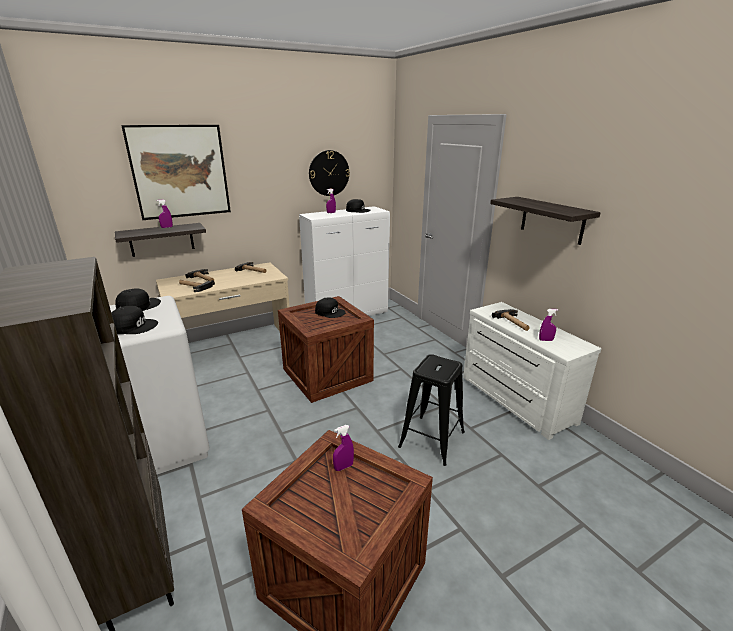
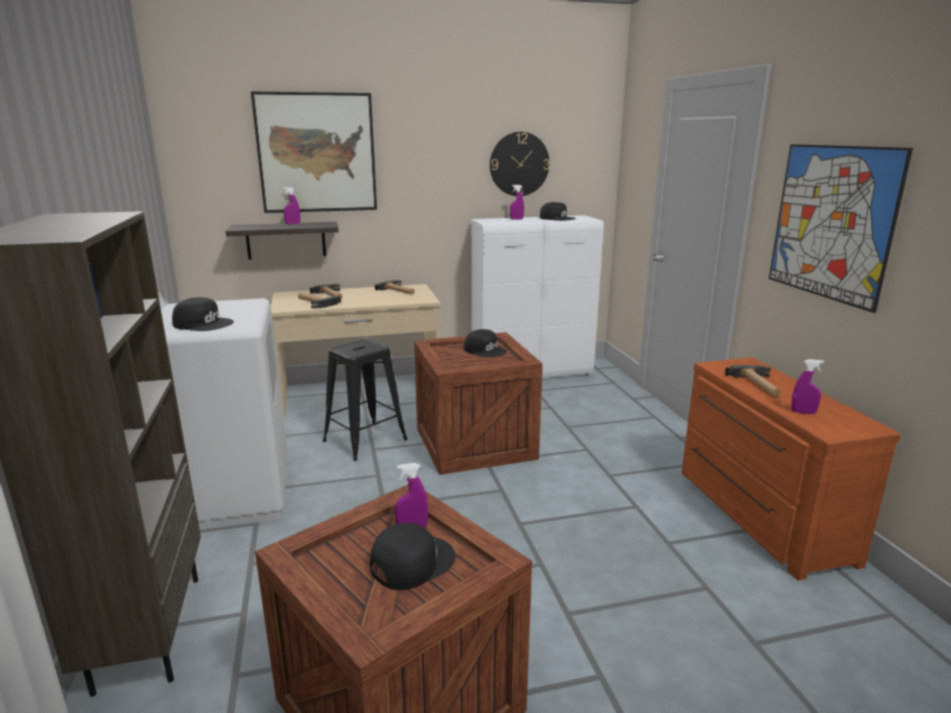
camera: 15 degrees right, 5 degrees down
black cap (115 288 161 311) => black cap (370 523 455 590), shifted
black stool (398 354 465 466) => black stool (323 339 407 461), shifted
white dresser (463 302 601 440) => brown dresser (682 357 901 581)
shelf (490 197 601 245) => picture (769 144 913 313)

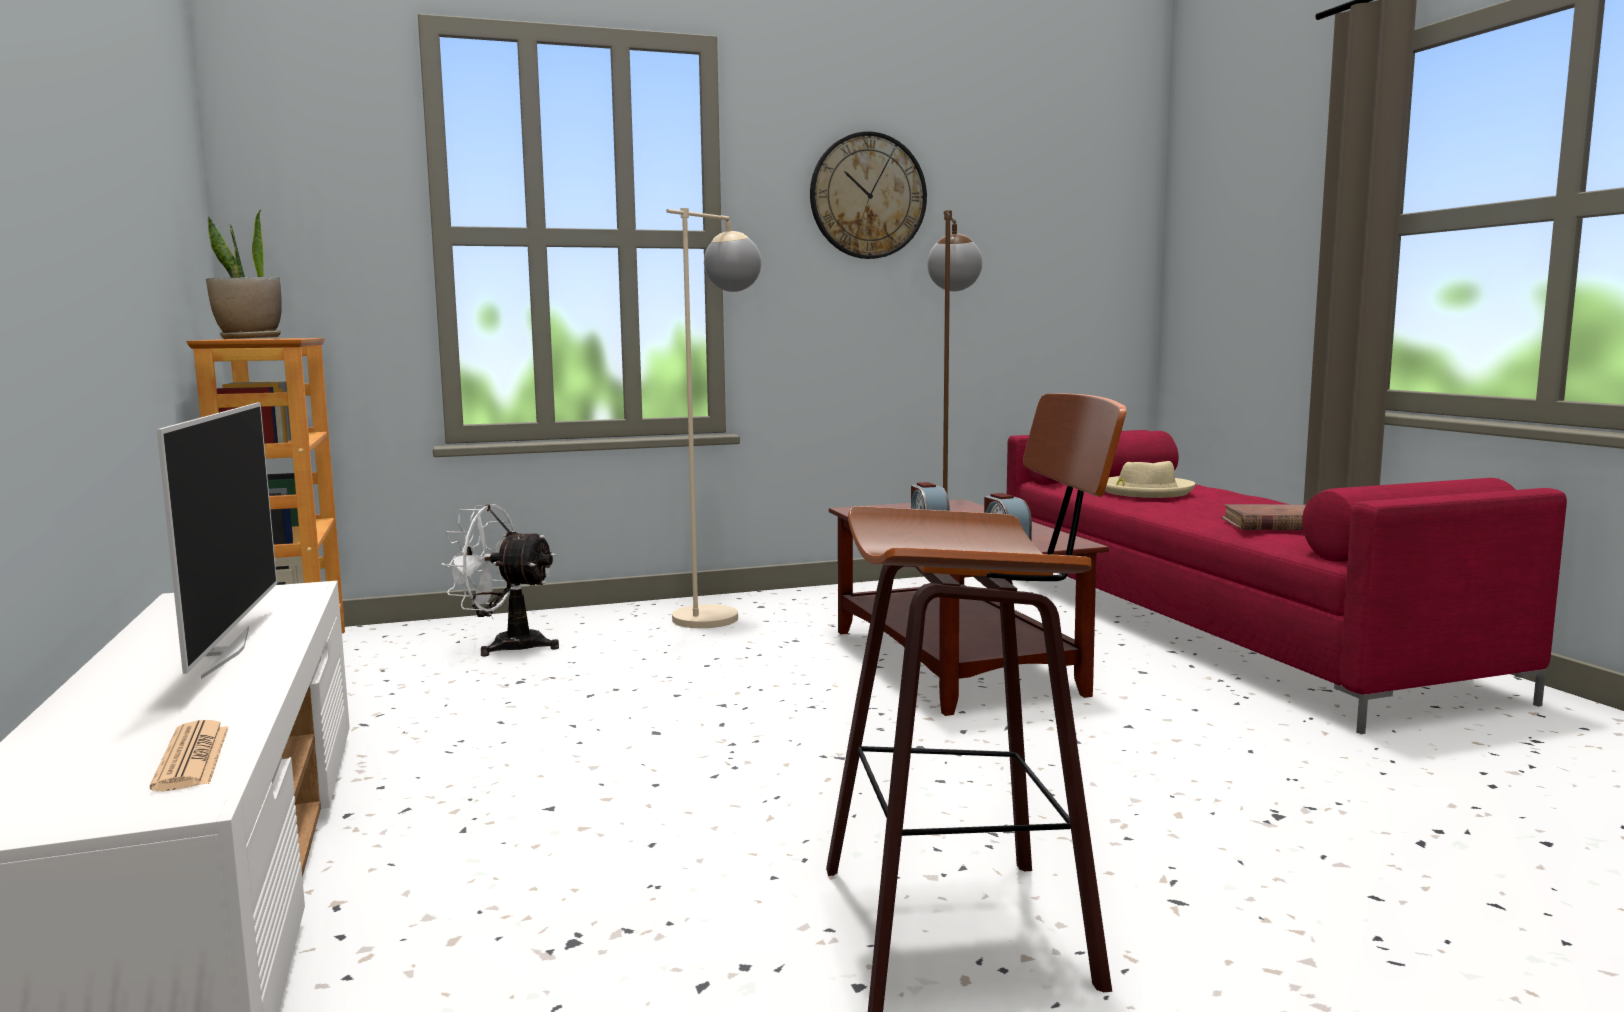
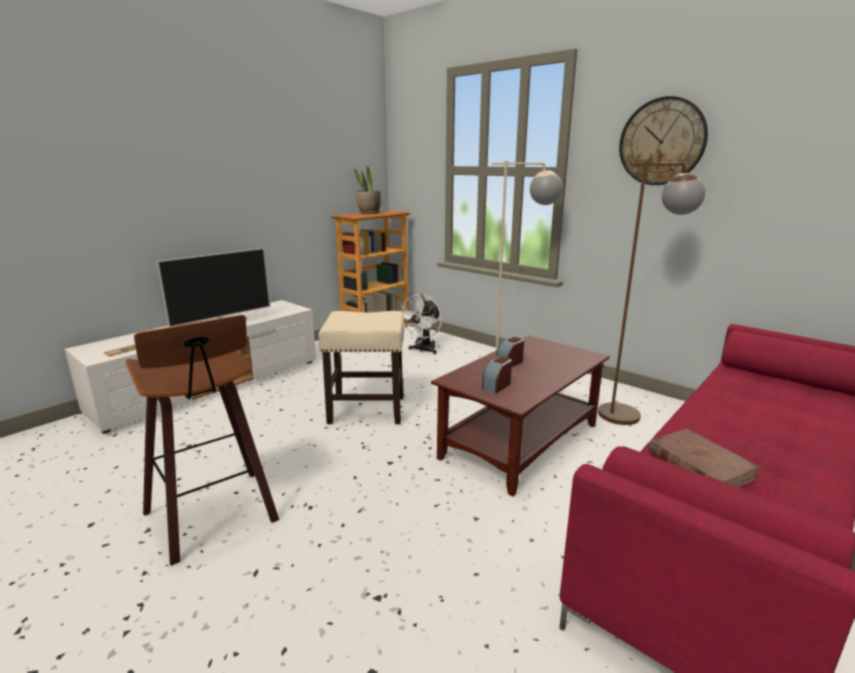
camera: 60 degrees right, 10 degrees up
white fan (441 504 559 656) => white fan (400 294 442 354), 135 degrees counterclockwise
beige hat (1105 461 1195 498) => nothing
nothing => beige stool (318 311 404 424)

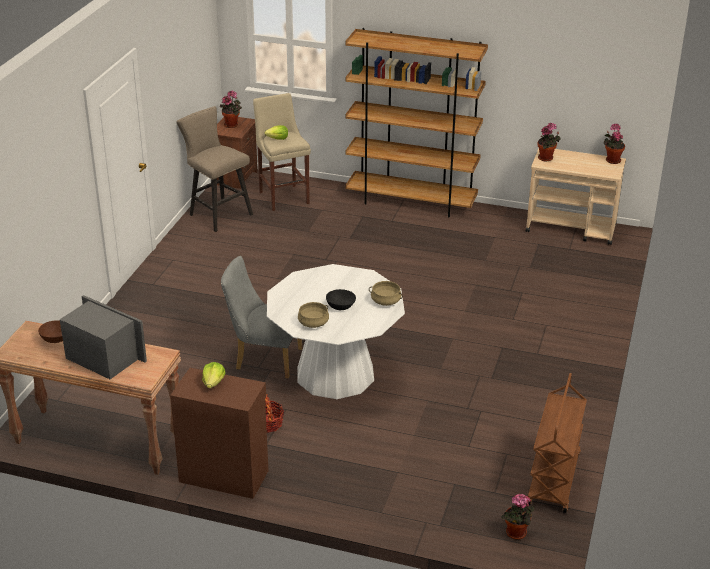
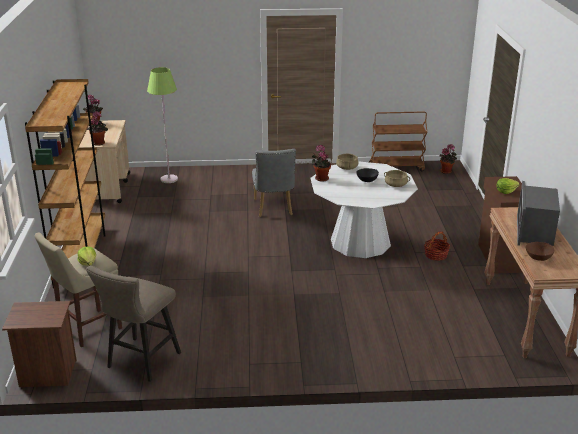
camera: 110 degrees left, 5 degrees down
potted plant (220 90 242 128) => potted plant (312 145 331 182), shifted
grey chair (221 256 302 379) => grey chair (252 149 296 217), shifted
nothing => green floor lamp (147 67 178 183)

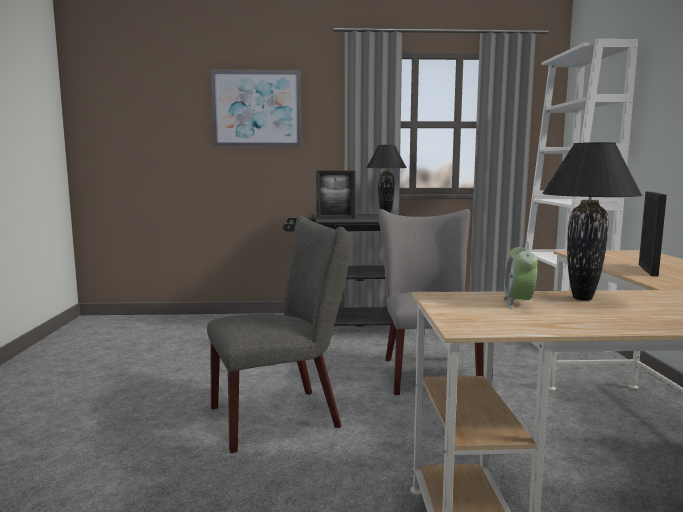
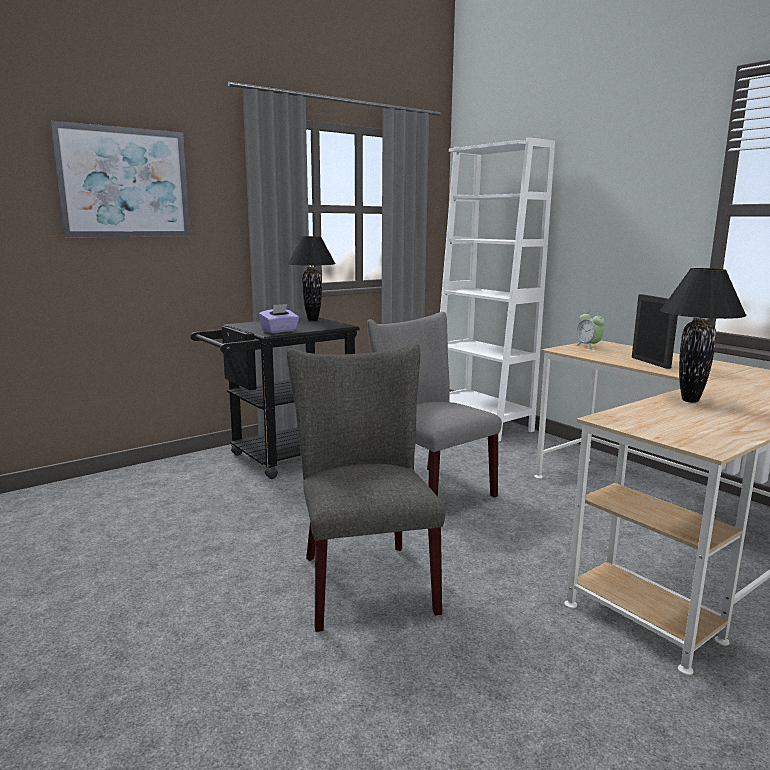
camera: 35 degrees left, 5 degrees up
grey chair (207 216 352 453) => grey chair (287 344 446 632), 45 degrees counterclockwise
picture frame (316 170 355 219) => purple tissue box (259 304 299 333)
alarm clock (503 241 538 309) => alarm clock (576 310 605 349), shifted

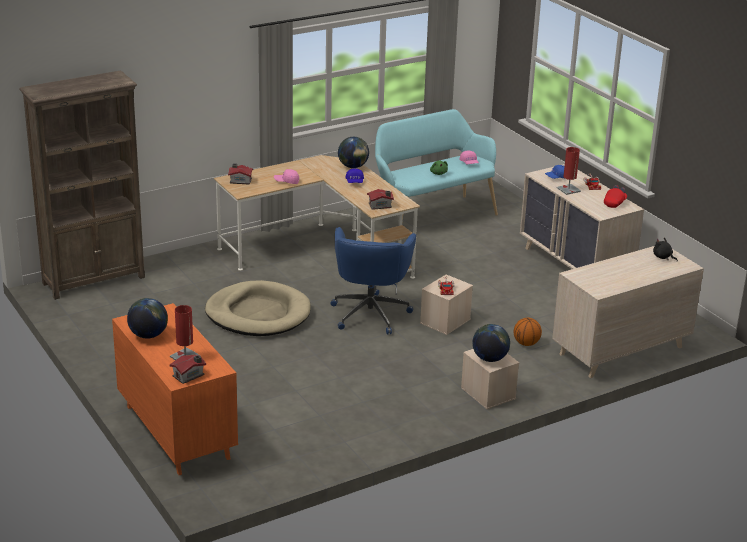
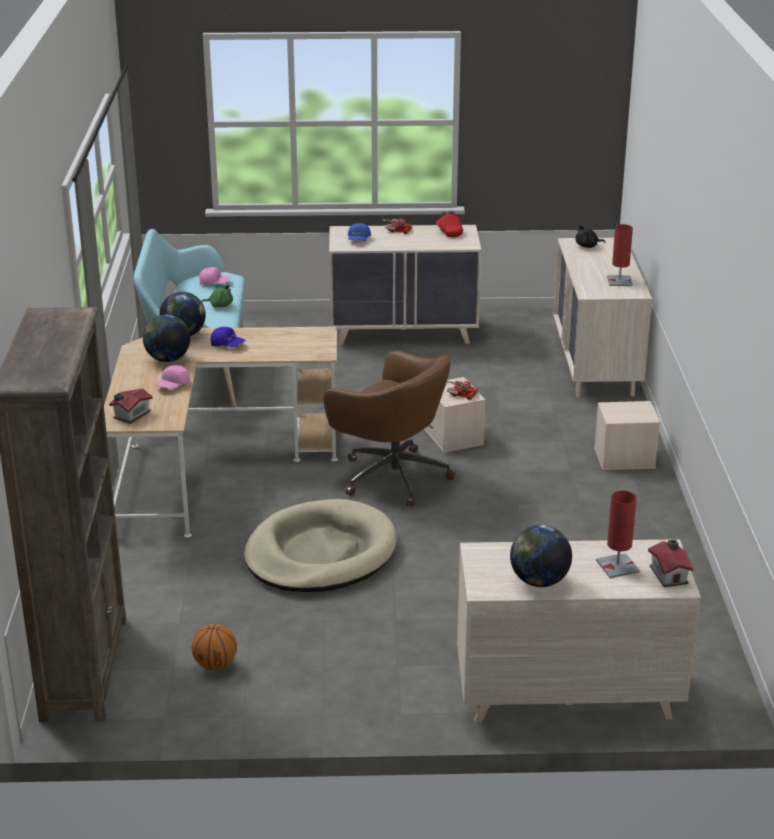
camera: 60 degrees left, 0 degrees up
orange dresser (112 303 238 475) => beige dresser (457 539 701 723)
blue office chair (330 227 416 334) => brown office chair (324 350 455 507)
toy house (367 189 394 210) => nothing
globe (472 324 510 362) => globe (143 314 190 362), shifted
basketball (514 318 542 346) => basketball (192 624 237 670), shifted
red table lamp (557 147 581 195) => red table lamp (607 224 633 286), shifted

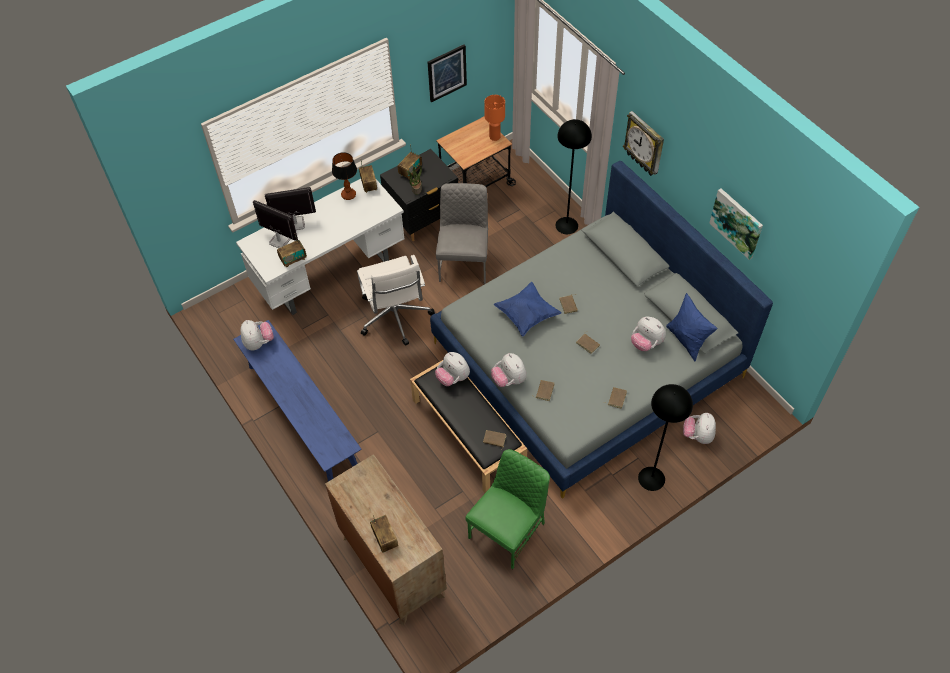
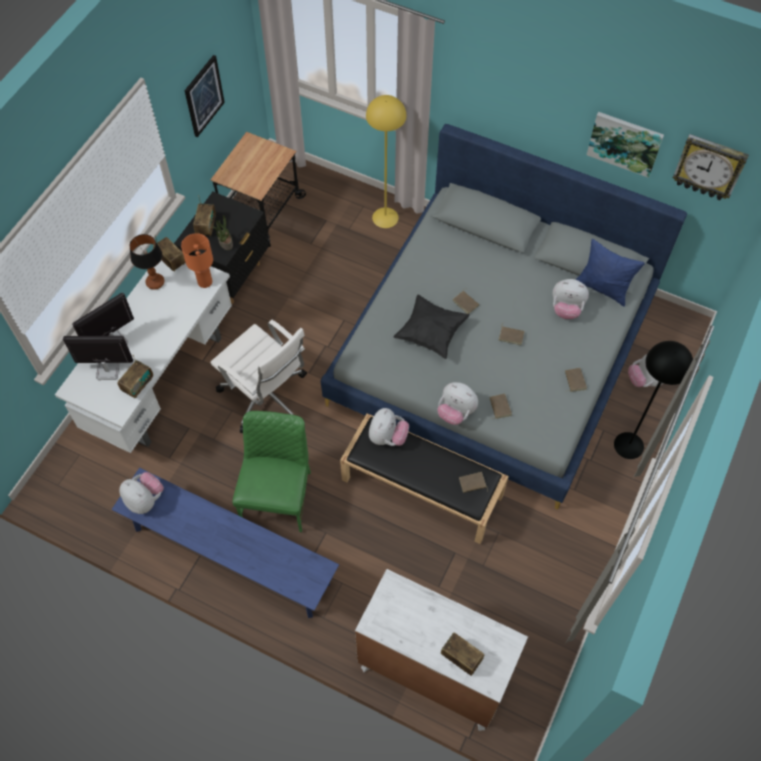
camera: 30 degrees left, 5 degrees up
brown dresser (325 454 447 625) => white dresser (355 569 528 731)
plush toy (435 352 470 386) => plush toy (369 408 409 446), 90 degrees counterclockwise
grey chair (436 183 488 284) => nothing
green chair (465 449 550 569) => green chair (232 411 311 532), shifted
orange table lamp (484 95 505 141) => orange table lamp (181 233 213 288), shifted
blue pillow (493 282 562 337) => black pillow (394 295 470 359)
black floor lamp (555 119 592 234) => yellow floor lamp (366 95 406 228)
wall clock (623 111 664 176) => wall clock (673 134 749 200), shifted

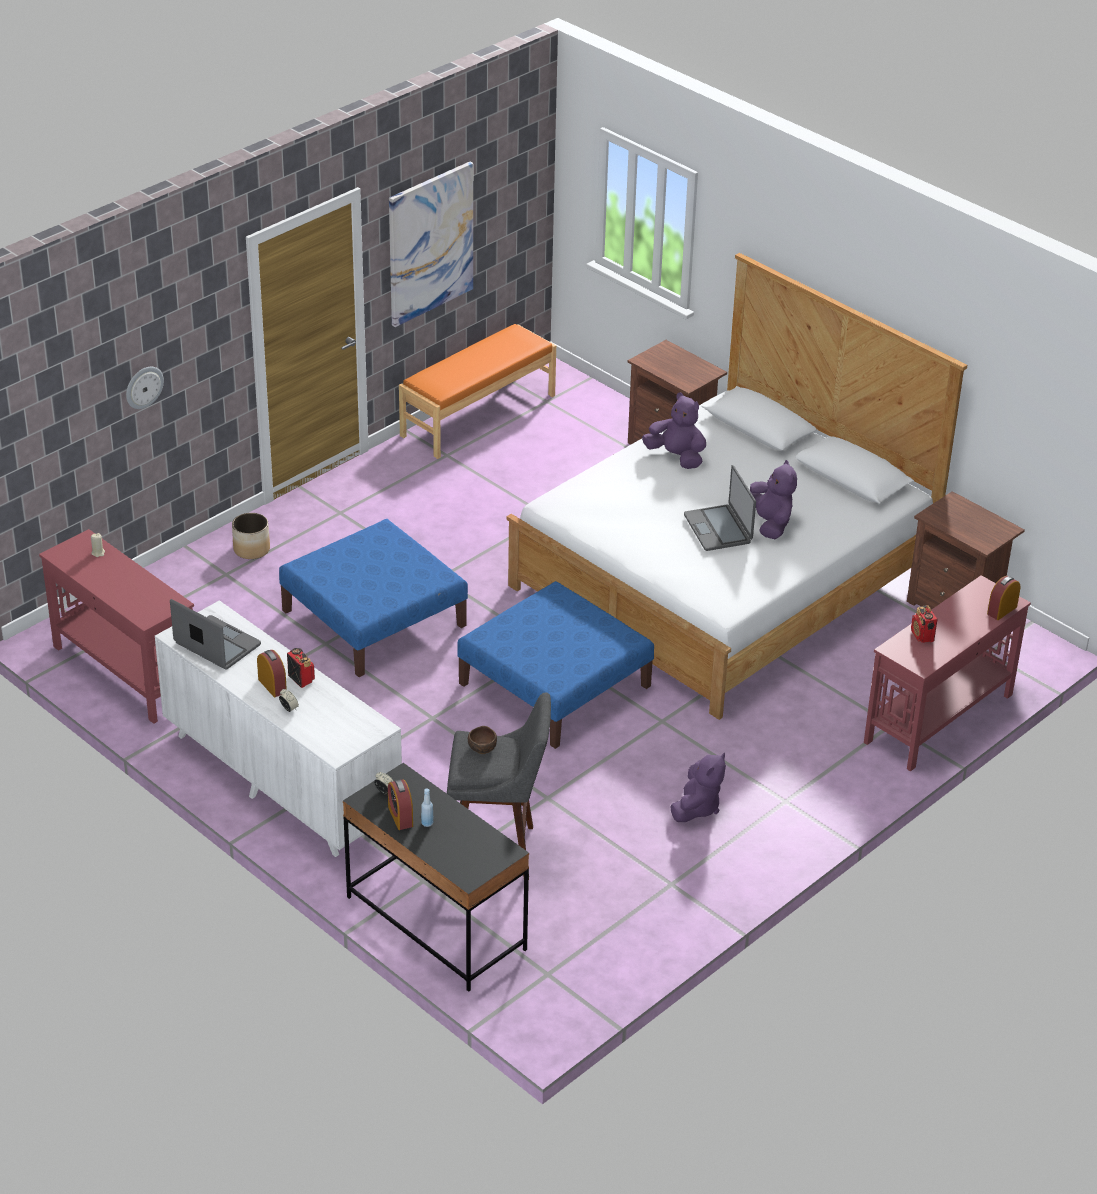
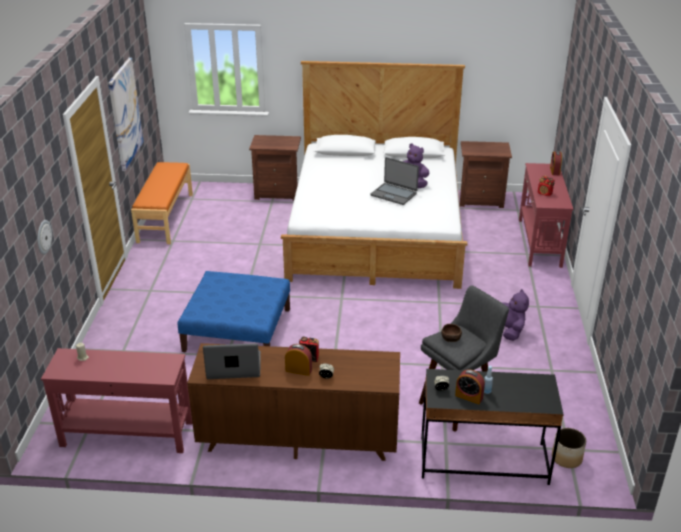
camera: 40 degrees left, 5 degrees down
white dresser (155 600 402 857) => brown dresser (187 343 400 461)
planter (232 513 270 559) => planter (552 428 586 468), shifted
blue ottoman (457 581 654 749) => nothing
purple plush toy (642 392 706 469) => nothing

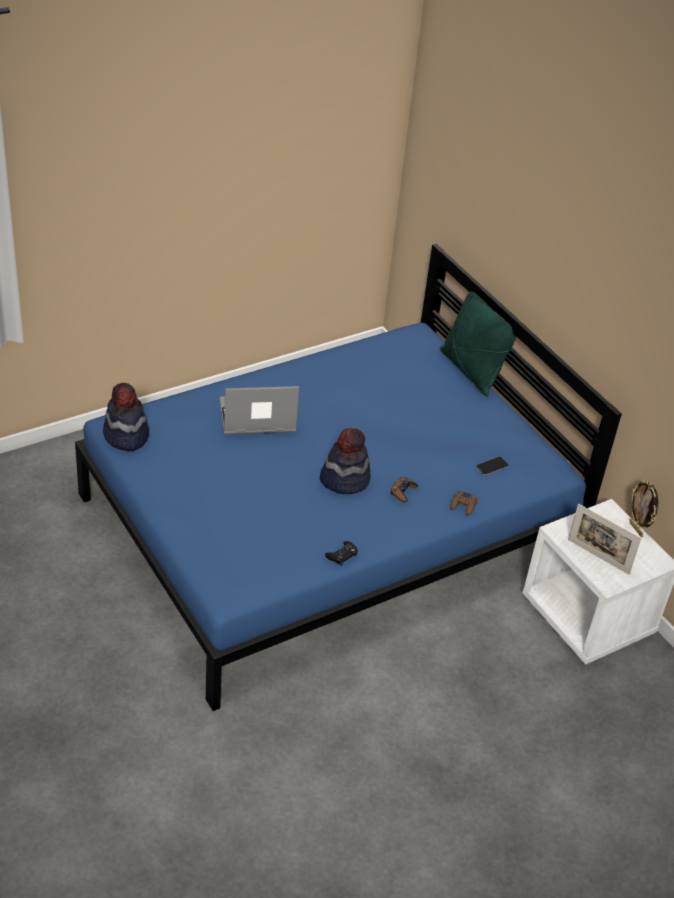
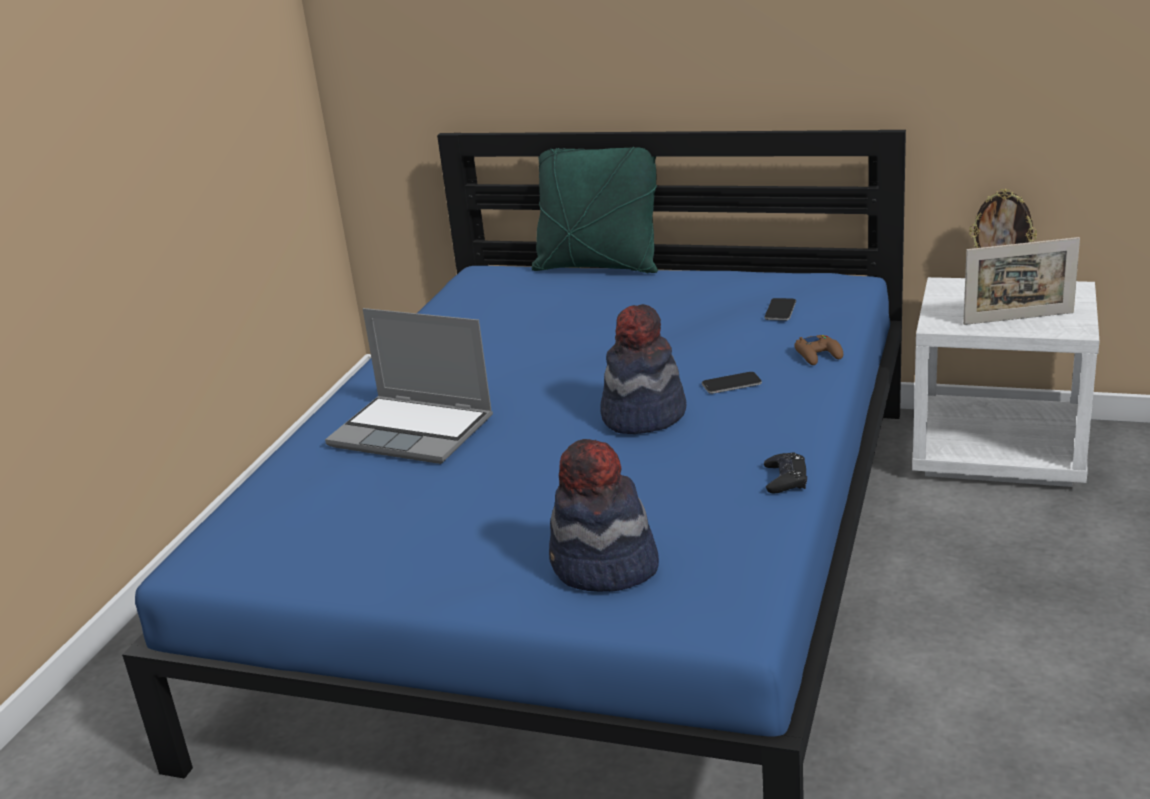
camera: 35 degrees left, 15 degrees down
hat (103 383 149 451) => hat (549 439 659 592), shifted
laptop (220 386 299 434) => laptop (325 308 493 464), 105 degrees counterclockwise
brown game controller (391 477 418 503) => phone (702 372 762 394)

